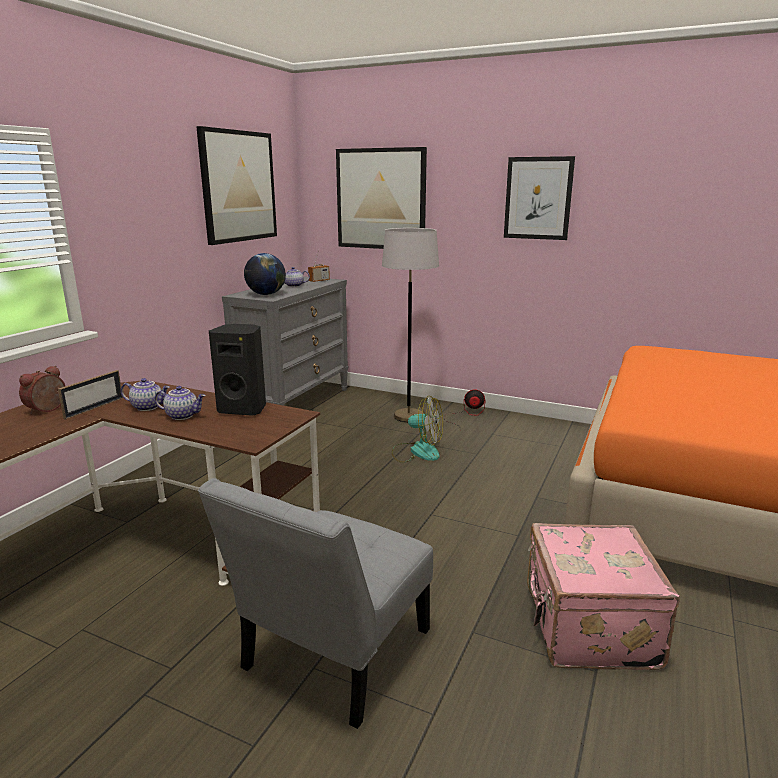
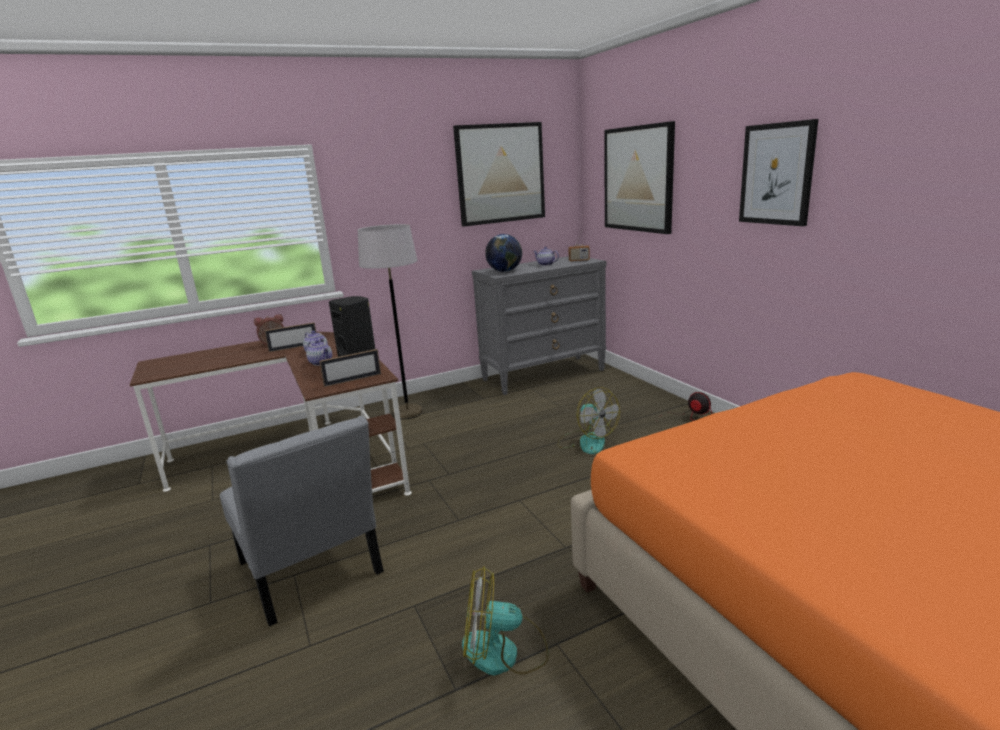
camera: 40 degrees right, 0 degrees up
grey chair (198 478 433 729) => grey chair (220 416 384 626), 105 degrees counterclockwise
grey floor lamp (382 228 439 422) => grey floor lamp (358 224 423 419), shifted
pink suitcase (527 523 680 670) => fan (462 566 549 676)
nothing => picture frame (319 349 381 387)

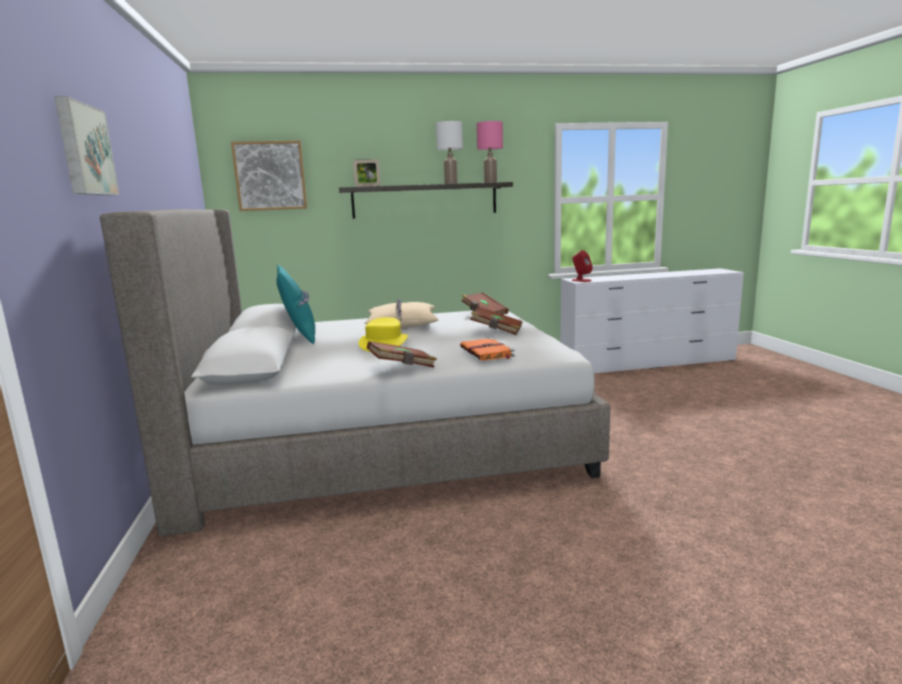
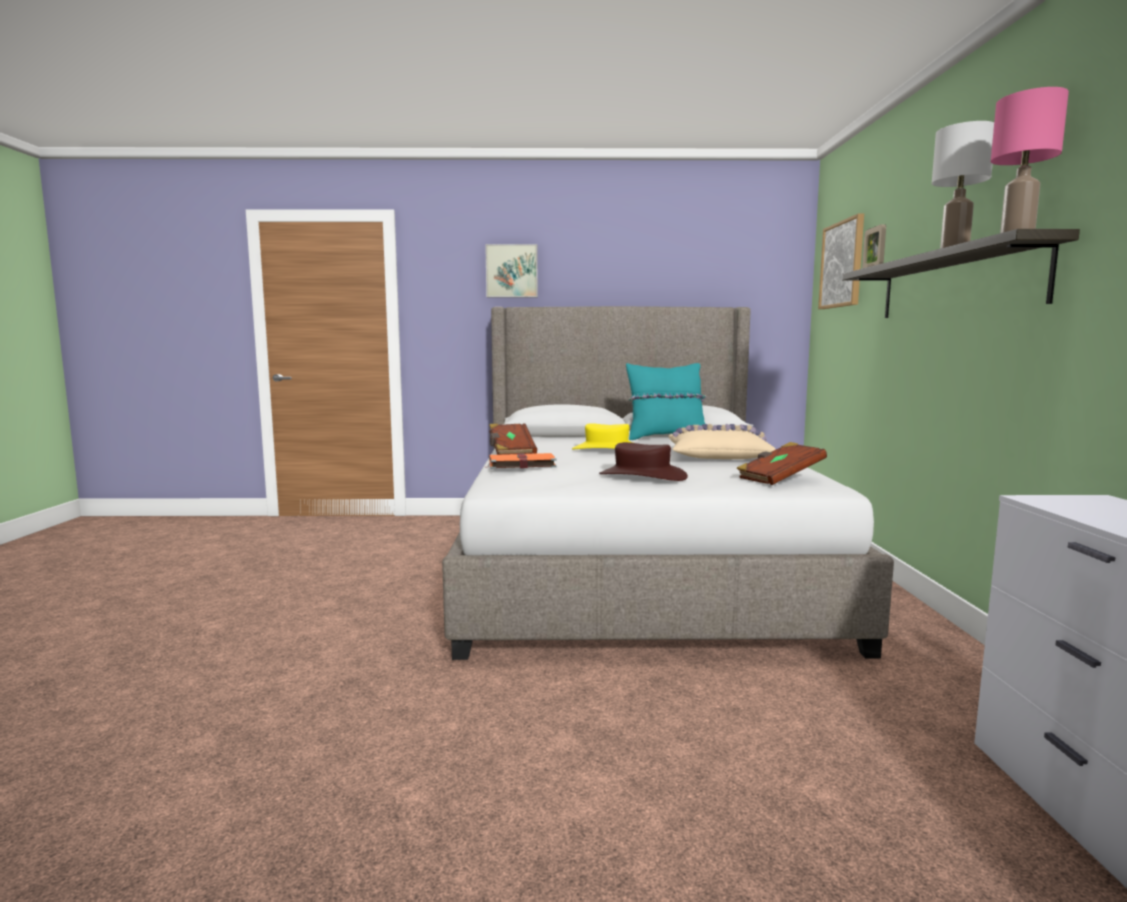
camera: 100 degrees right, 5 degrees down
brown book (470 307 523 335) => brown hat (599 442 688 481)
red speaker (572 250 593 282) => nothing

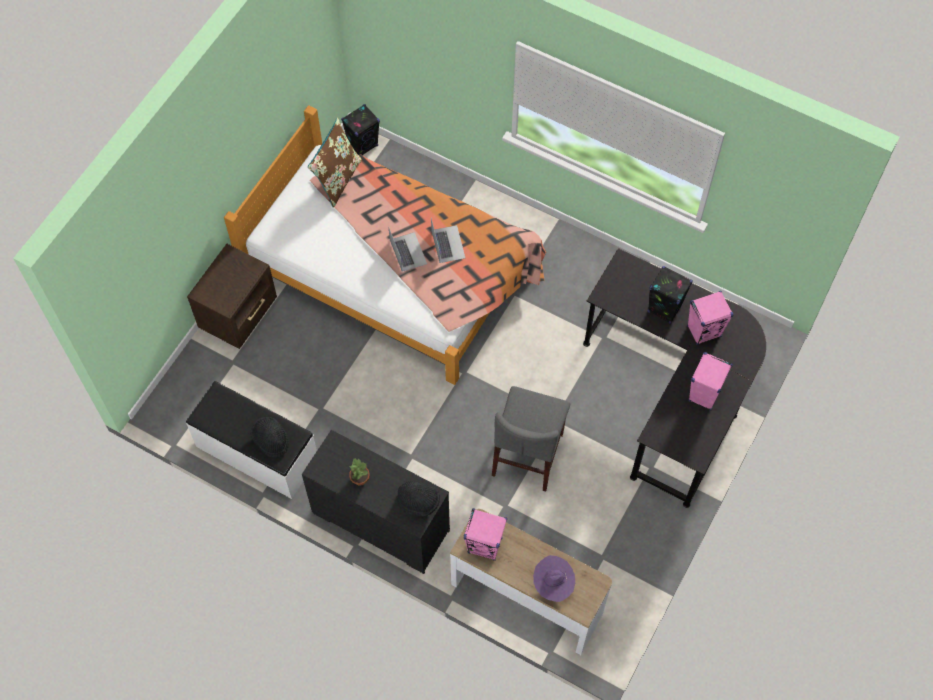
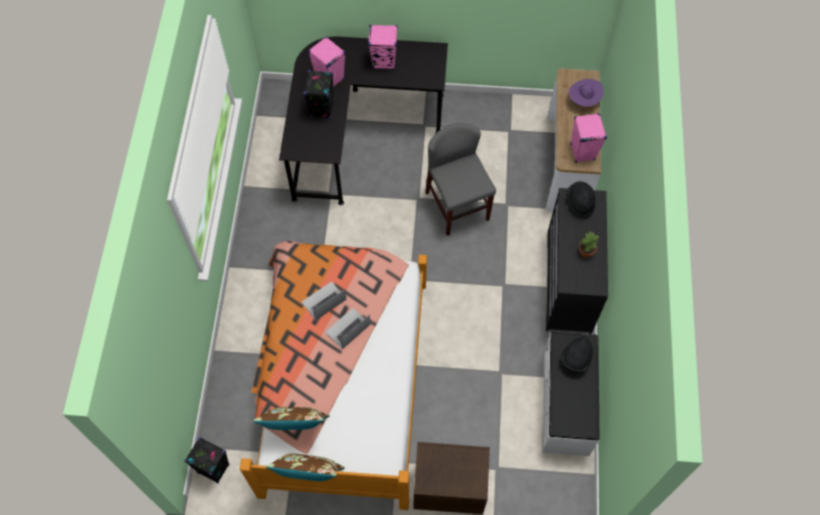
camera: 115 degrees left, 0 degrees up
grey chair (492 386 570 492) => grey chair (425 123 496 236), 105 degrees counterclockwise
nothing => brown pillow (265 454 345 481)

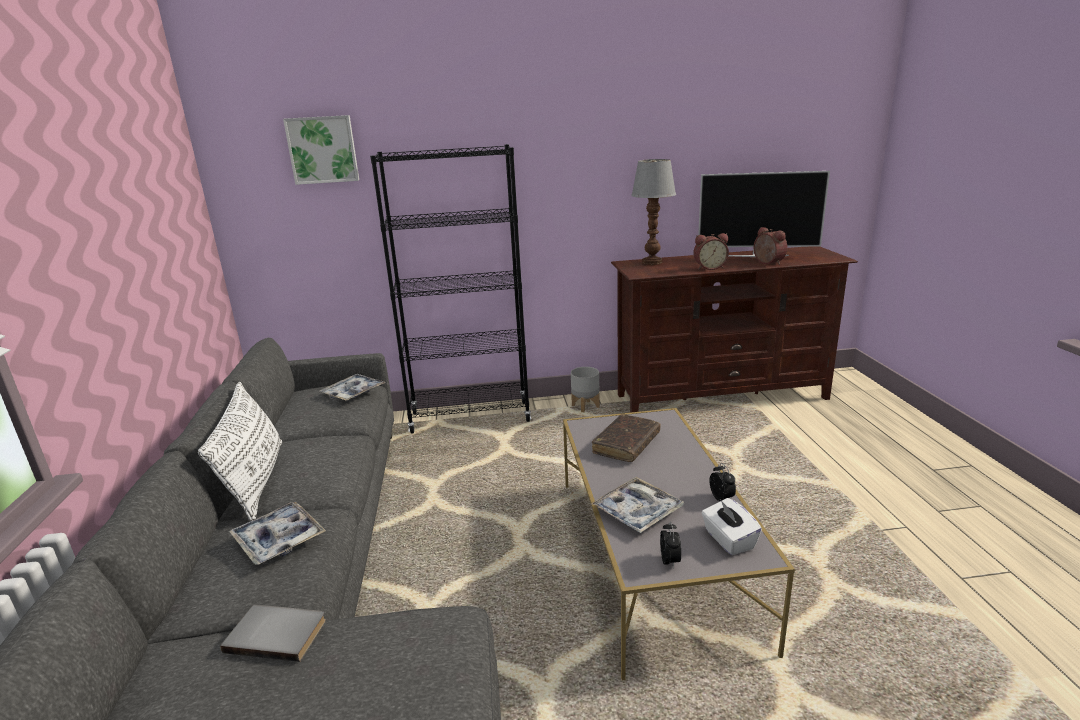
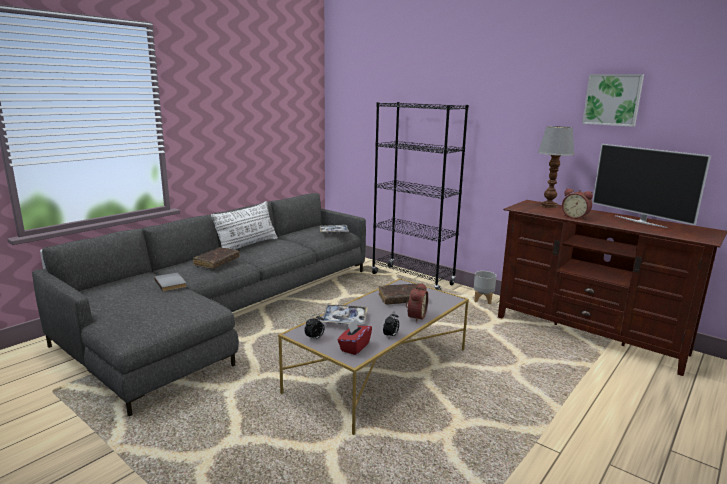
camera: 45 degrees right, 5 degrees down
tray (229 502 326 565) => brown book (193 247 239 269)
picture (283 115 359 185) => picture (582 74 644 127), shifted
white tissue box (701 498 762 555) => red tissue box (338 320 372 355)
alarm clock (754 227 787 265) => alarm clock (406 283 428 322), shifted

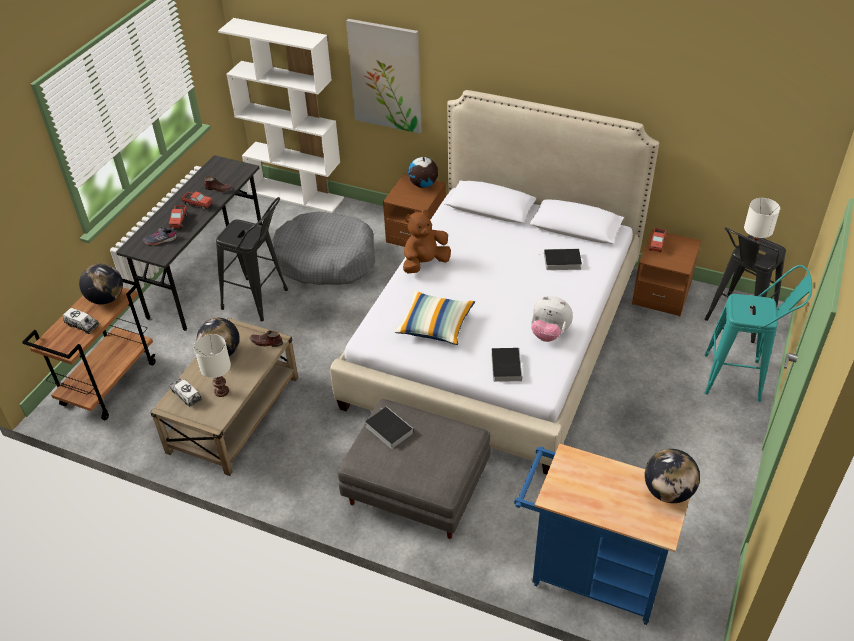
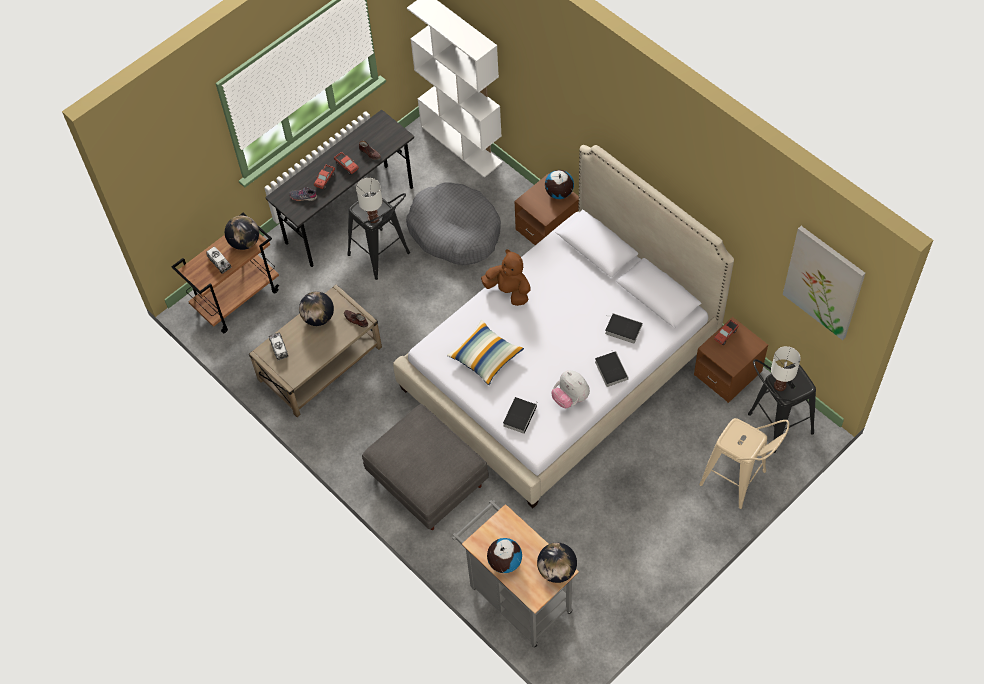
camera: 25 degrees right, 15 degrees up
white table lamp (194 334 231 397) => white table lamp (356 178 383 223), shifted
picture (346 19 421 134) => picture (783 226 865 340), shifted
book (365 406 414 449) => book (595 350 628 387), shifted
brown plush toy (403 210 451 273) => brown plush toy (481 249 530 306), 45 degrees clockwise
blue cart (514 443 690 625) => grey cart (452 500 579 648)
turquoise stool (704 265 812 402) => beige stool (699 418 789 509)
nothing => globe (487 538 522 573)

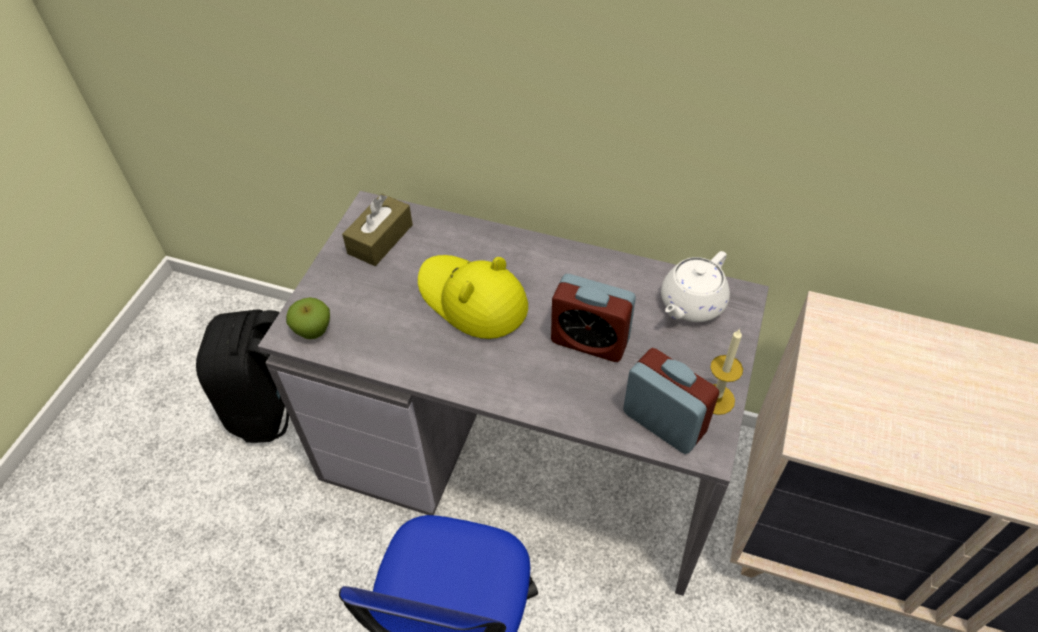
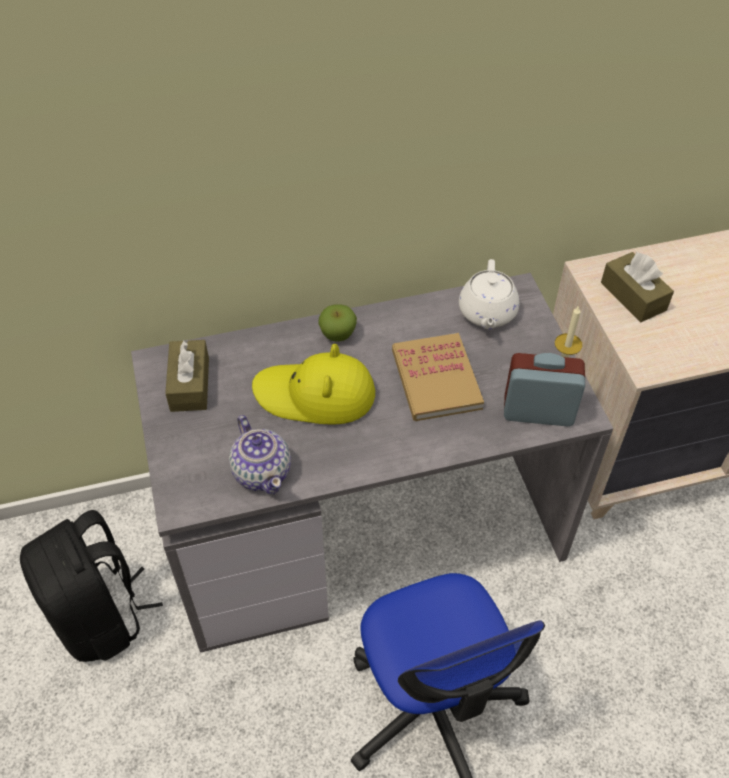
camera: 35 degrees left, 0 degrees up
apple (286 297 330 339) => apple (318 304 357 341), shifted
alarm clock (551 274 636 362) => book (392 333 484 421)
nothing => teapot (229 415 291 495)
nothing => brown tissue box (601 252 674 322)

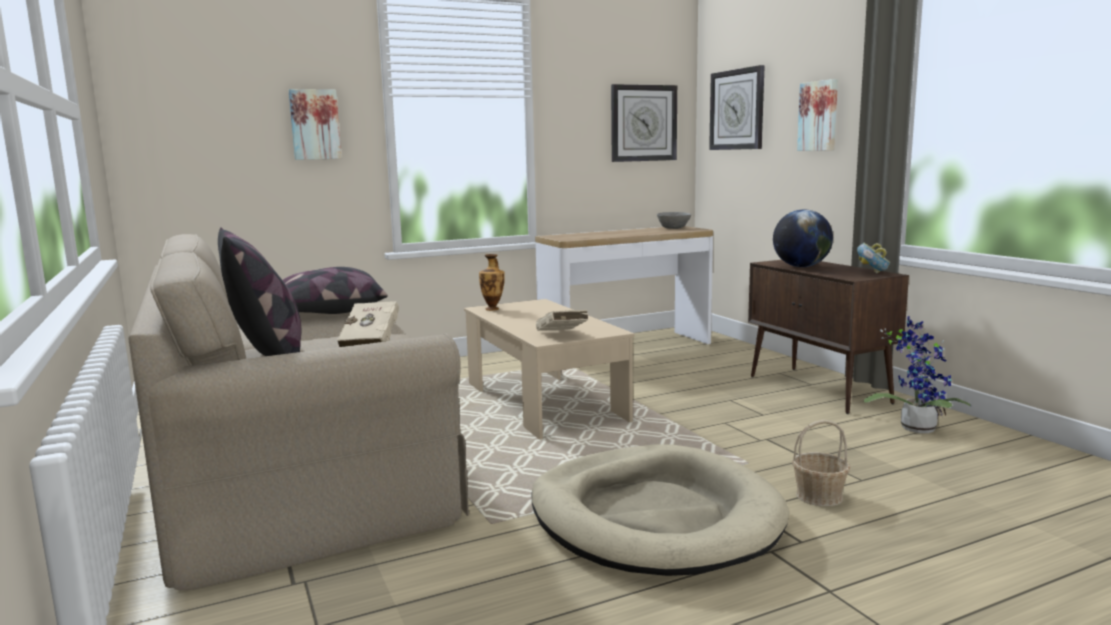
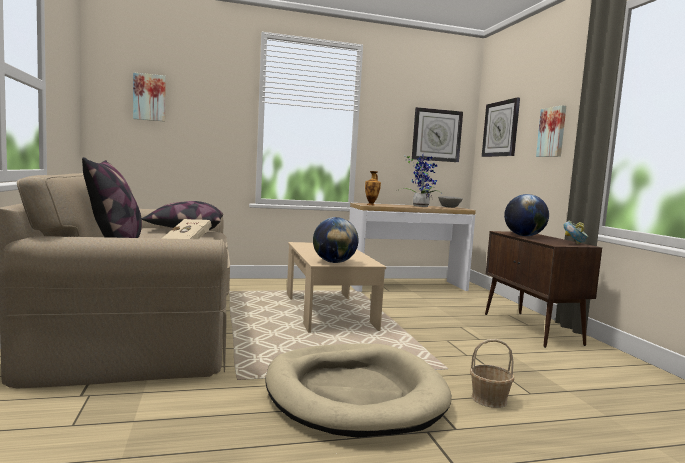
camera: 10 degrees right, 5 degrees down
picture (288 89 342 160) => picture (133 72 166 122), shifted
vase (479 254 505 311) => vase (365 171 381 205), shifted
beige book (536 310 588 331) => globe (313 217 359 263)
potted plant (864 316 972 433) => potted plant (399 154 443 207), shifted

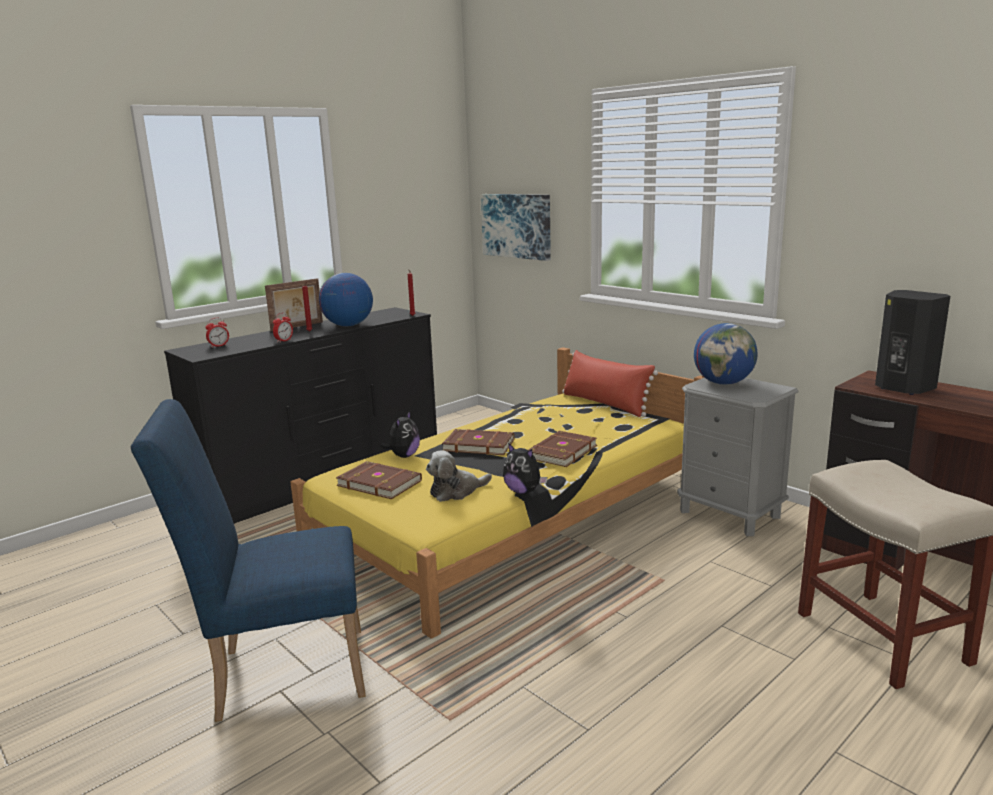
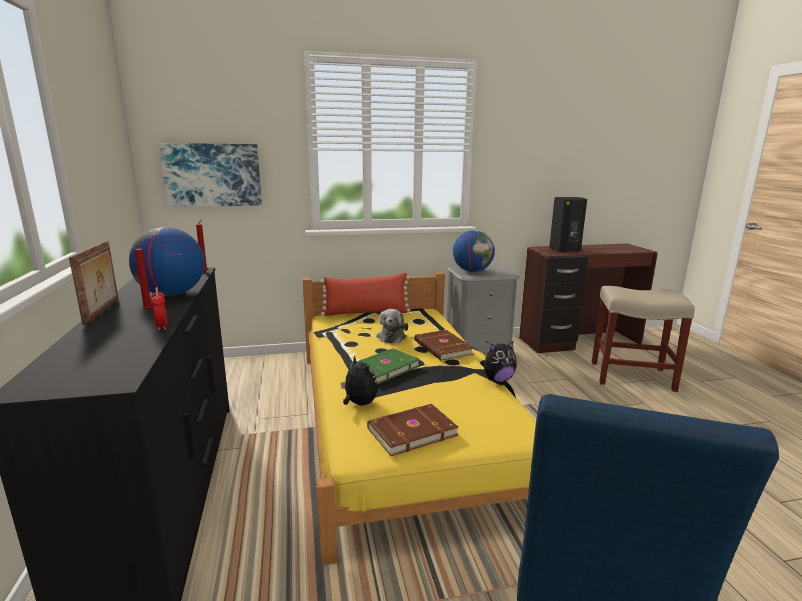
camera: 60 degrees left, 0 degrees up
alarm clock (205 318 229 348) => nothing
plush toy (426 450 492 502) => plush toy (376 309 408 343), shifted
brown book (442 429 515 455) => green book (349 348 420 384)

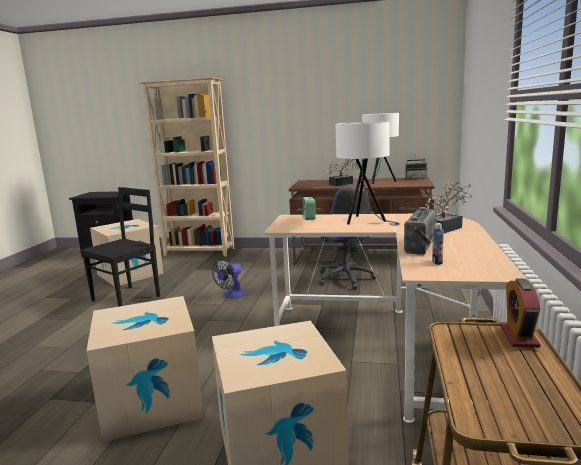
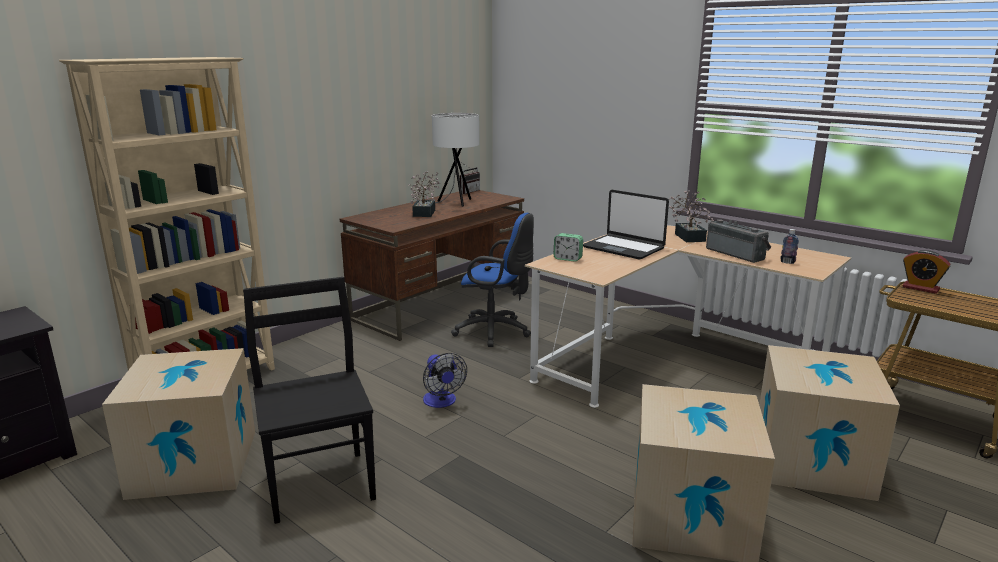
camera: 60 degrees left, 5 degrees up
white table lamp (335 121 400 225) => laptop (583 190 669 260)

